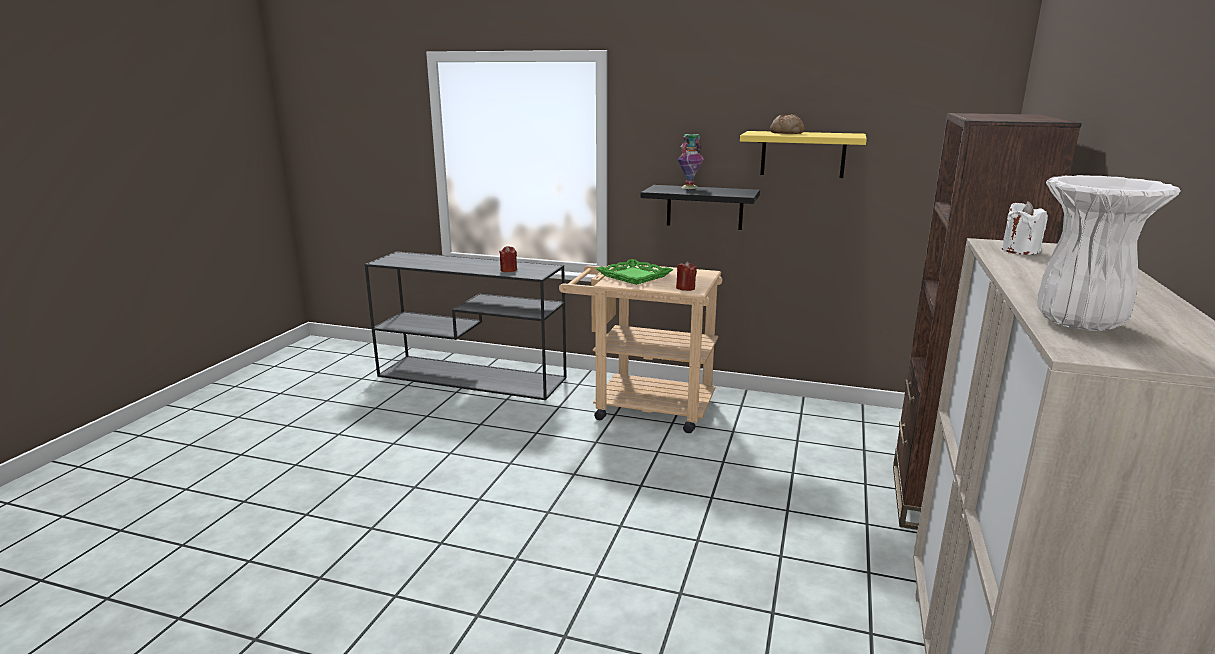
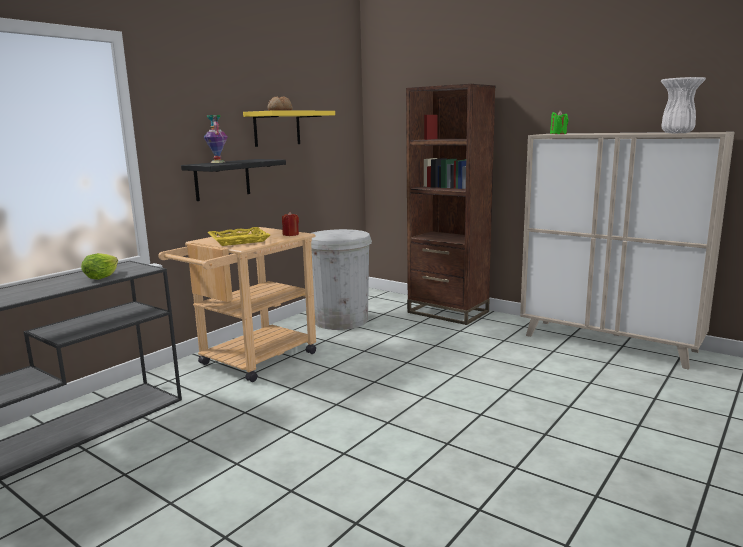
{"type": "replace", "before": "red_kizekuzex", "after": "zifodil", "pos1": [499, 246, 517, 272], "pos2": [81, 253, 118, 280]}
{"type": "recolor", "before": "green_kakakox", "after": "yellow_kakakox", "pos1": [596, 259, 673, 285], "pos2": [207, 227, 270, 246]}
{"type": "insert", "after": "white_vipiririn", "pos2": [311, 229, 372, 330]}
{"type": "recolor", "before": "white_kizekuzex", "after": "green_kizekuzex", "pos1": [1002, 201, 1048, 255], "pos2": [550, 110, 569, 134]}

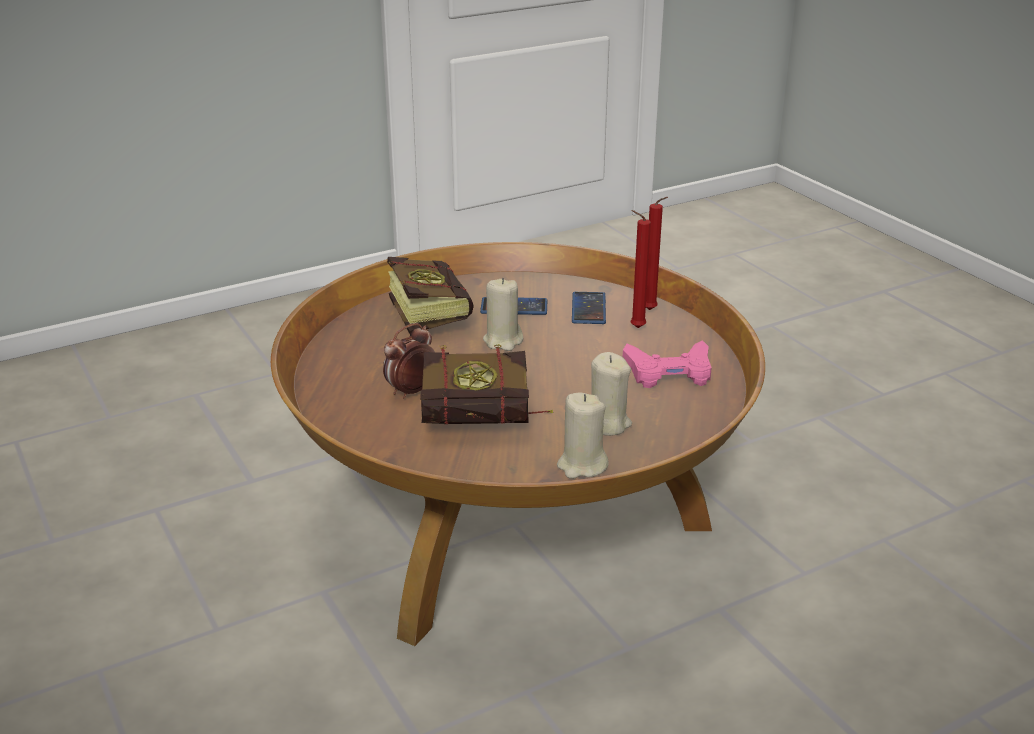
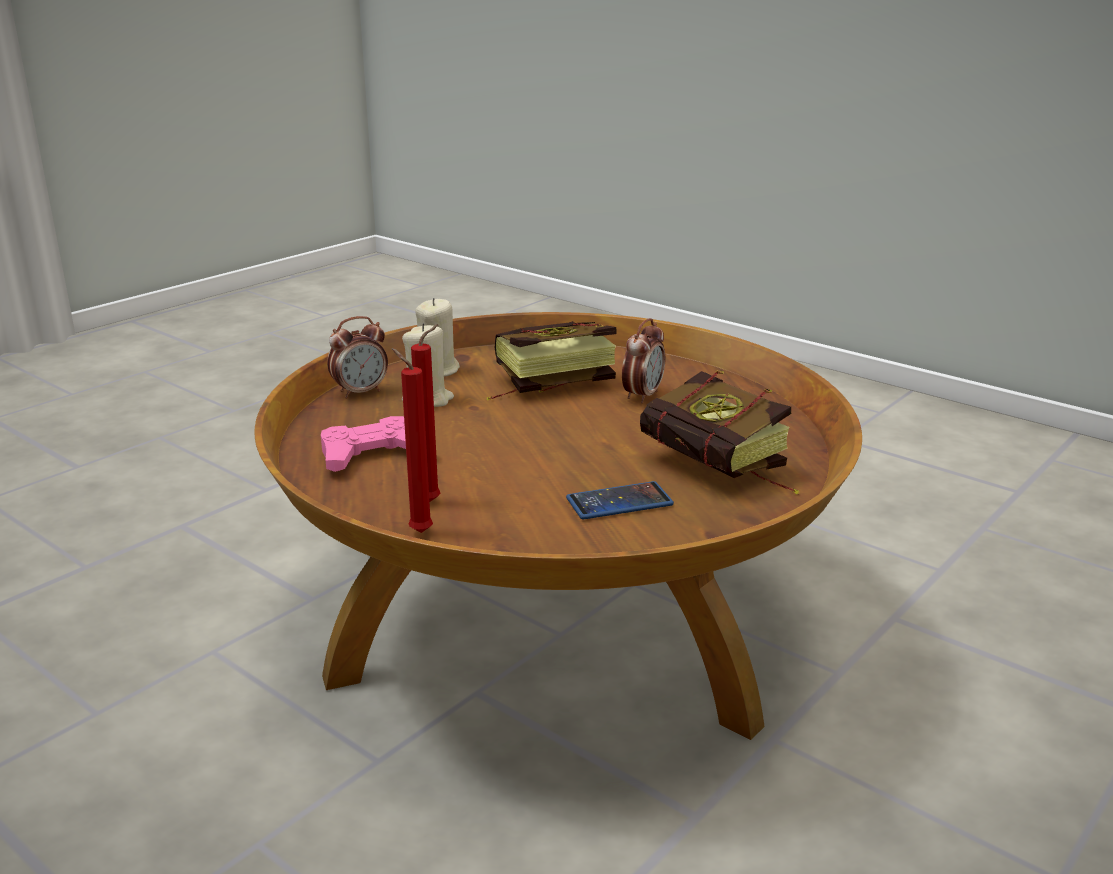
{"type": "insert", "after": "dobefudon", "pos2": [327, 316, 388, 399]}
{"type": "delete", "before": "beige_kizekuzex", "pos1": [483, 278, 523, 351]}
{"type": "delete", "before": "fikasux", "pos1": [572, 292, 606, 324]}

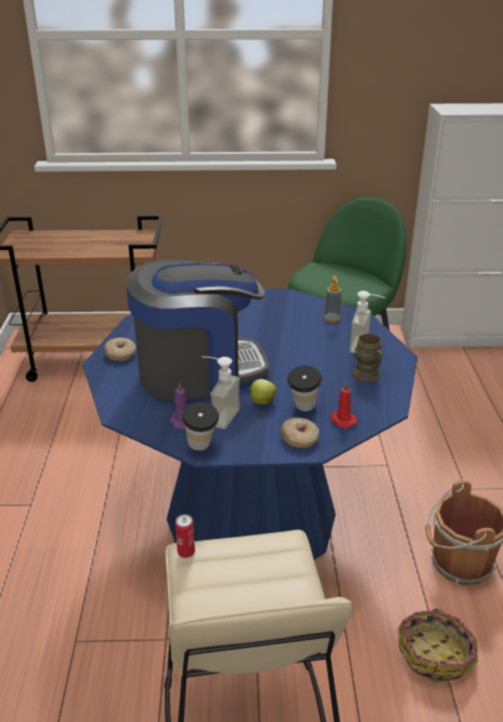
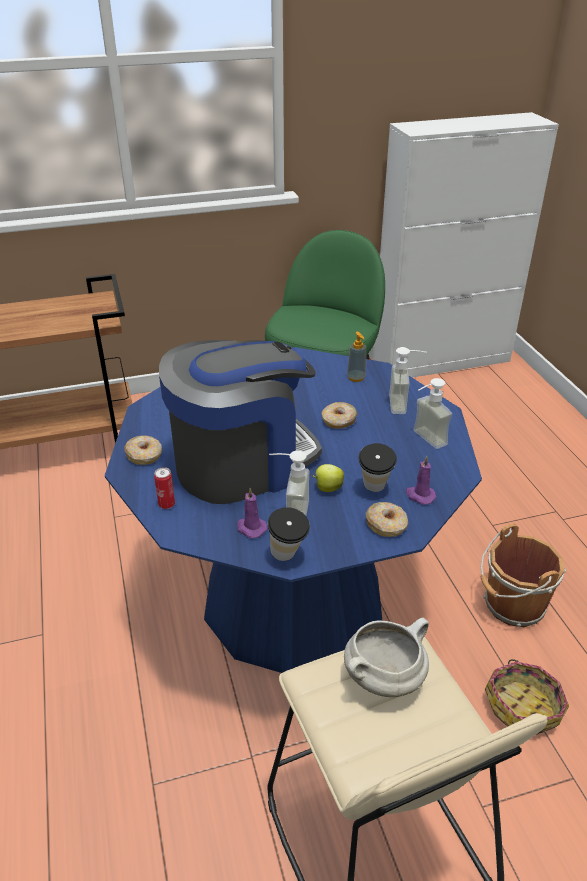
{"type": "move", "before": "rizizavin", "pos1": [175, 514, 195, 558], "pos2": [154, 467, 175, 509]}
{"type": "insert", "after": "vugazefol", "pos2": [322, 402, 357, 429]}
{"type": "insert", "after": "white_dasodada", "pos2": [344, 618, 429, 697]}
{"type": "recolor", "before": "red_kizekuzex", "after": "purple_kizekuzex", "pos1": [331, 381, 357, 428], "pos2": [405, 456, 436, 505]}
{"type": "replace", "before": "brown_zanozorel", "after": "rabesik", "pos1": [352, 334, 383, 382], "pos2": [413, 378, 452, 449]}

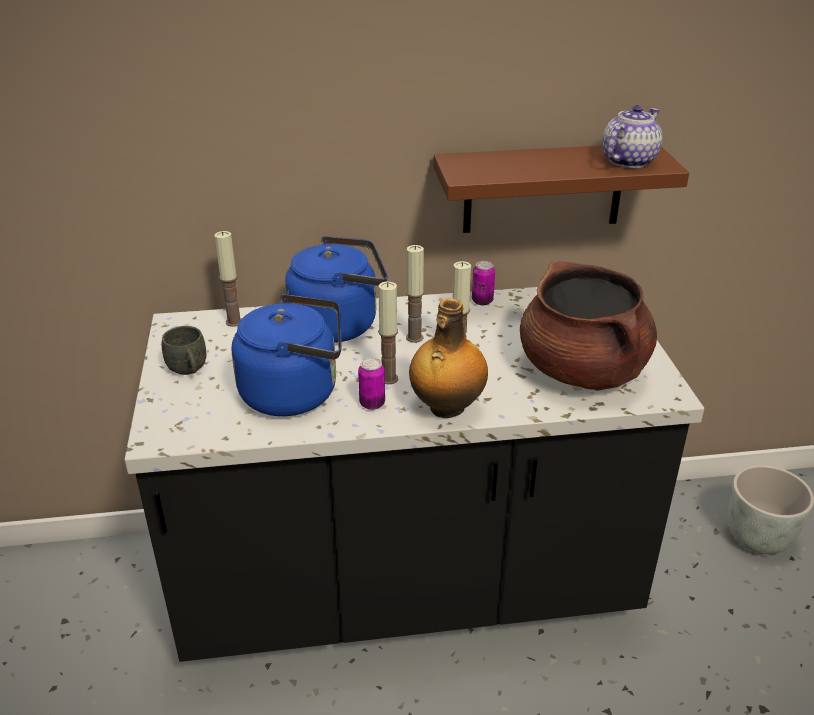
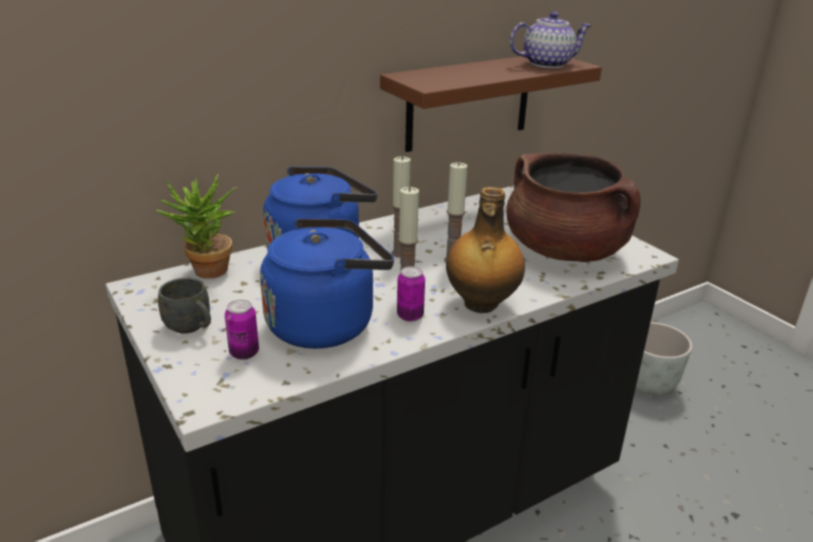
{"type": "replace", "before": "kizekuzex", "after": "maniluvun", "pos1": [214, 231, 241, 327], "pos2": [156, 173, 236, 279]}
{"type": "move", "before": "rizizavin", "pos1": [472, 261, 495, 305], "pos2": [225, 300, 259, 360]}
{"type": "rotate", "before": "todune", "pos1": [602, 105, 662, 168], "pos2": [510, 12, 592, 68], "turn": 60}

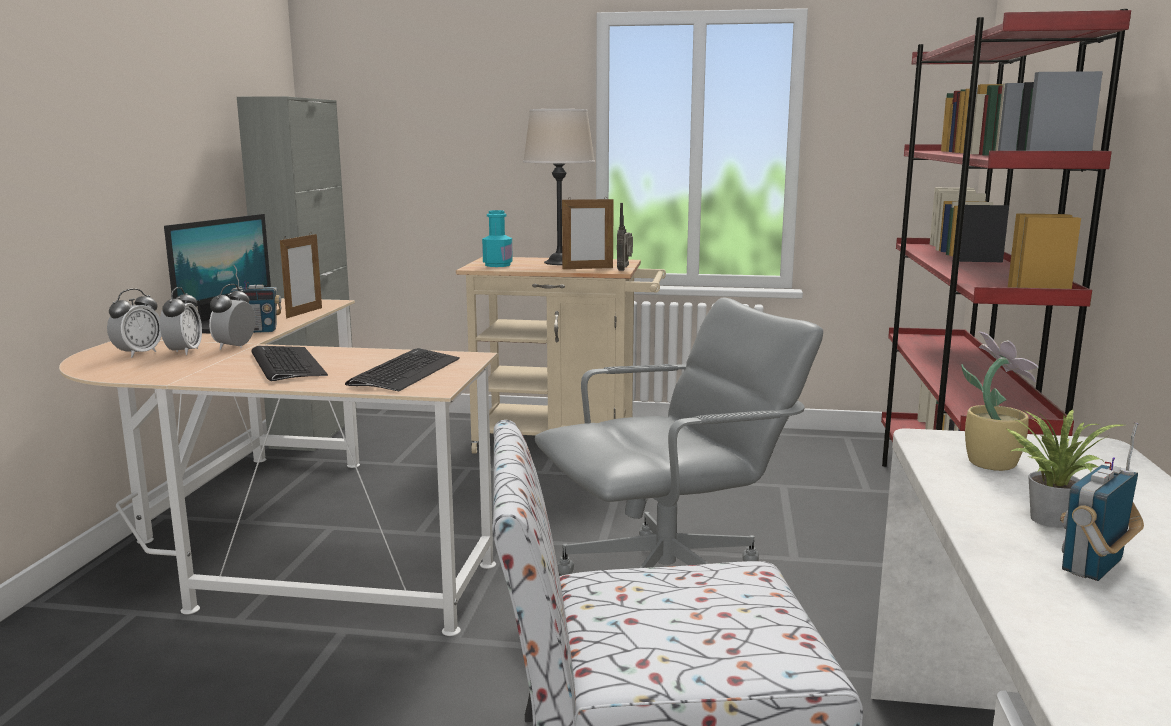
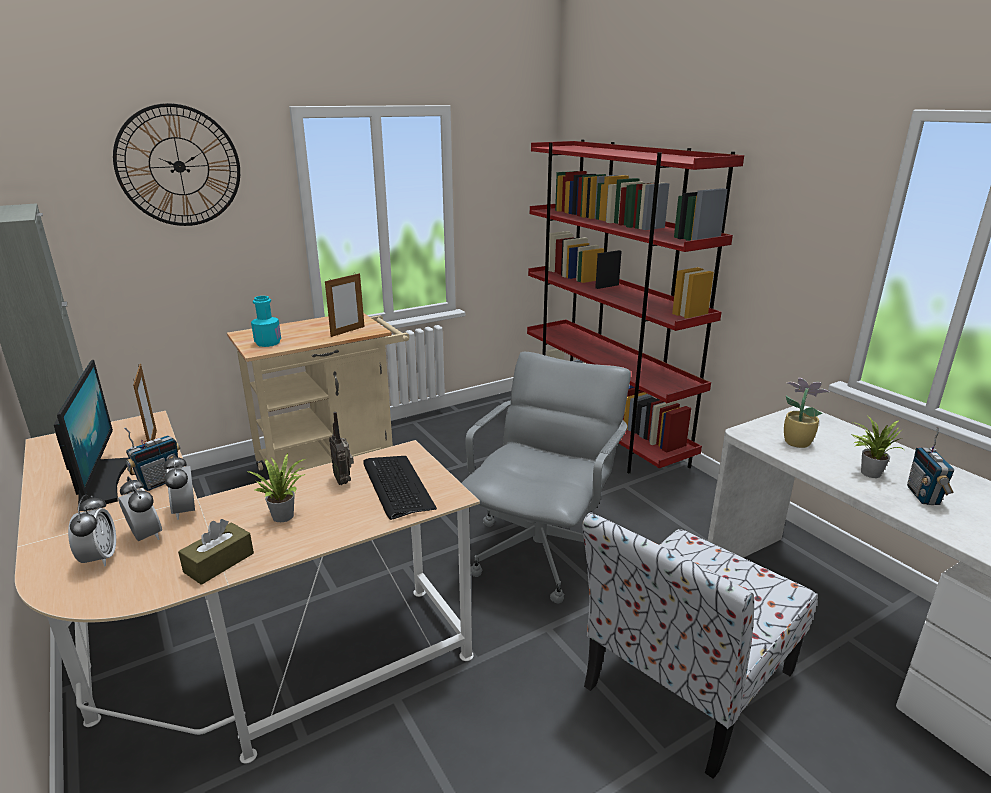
{"type": "insert", "after": "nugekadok", "pos2": [113, 103, 240, 226]}
{"type": "insert", "after": "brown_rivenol", "pos2": [178, 519, 254, 585]}
{"type": "replace", "before": "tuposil", "after": "maniluvun", "pos1": [251, 346, 328, 381], "pos2": [246, 453, 306, 522]}
{"type": "move", "before": "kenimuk", "pos1": [617, 203, 633, 271], "pos2": [329, 412, 354, 485]}
{"type": "delete", "before": "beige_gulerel", "pos1": [523, 109, 595, 265]}

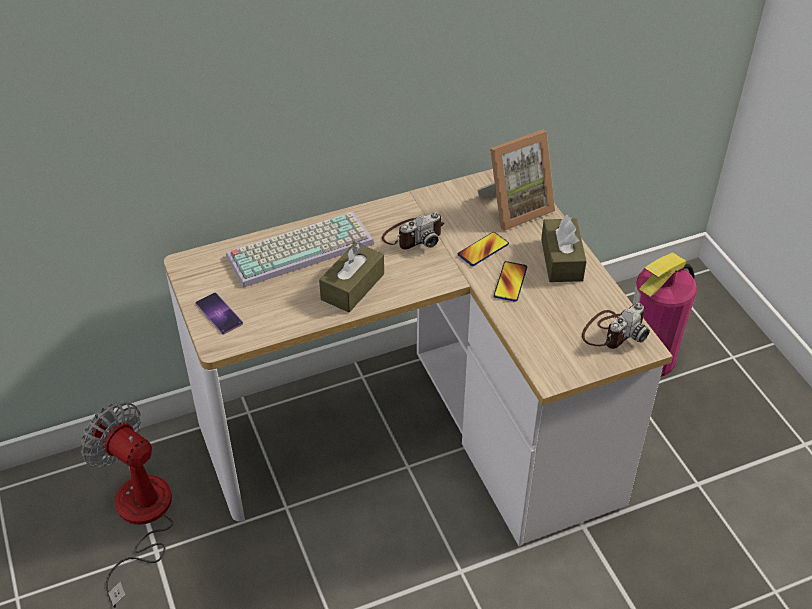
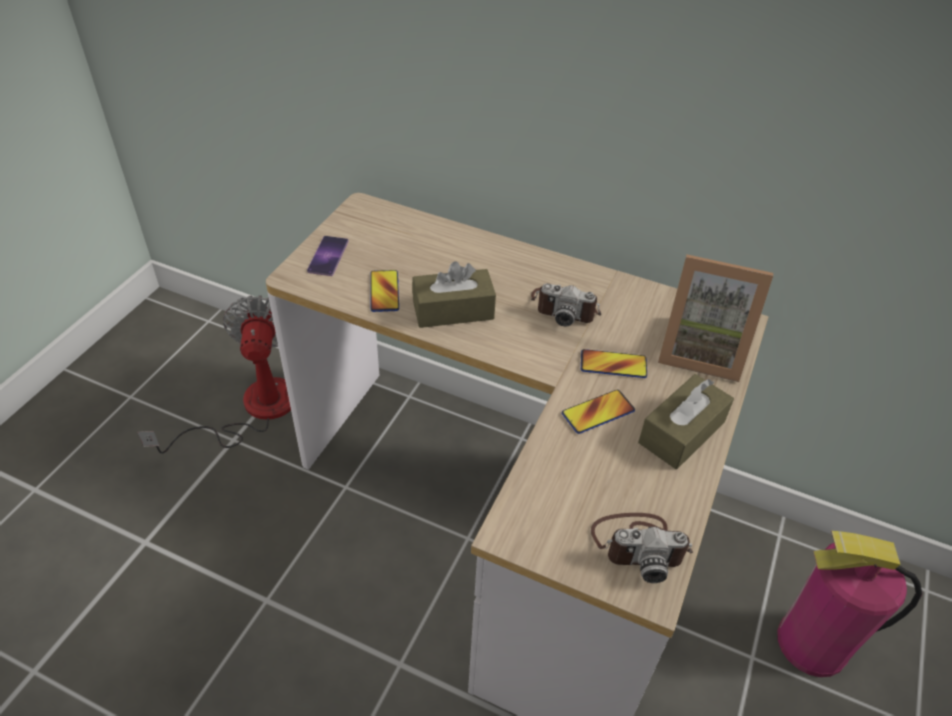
{"type": "insert", "after": "fikasux", "pos2": [370, 270, 399, 312]}
{"type": "delete", "before": "tuposil", "pos1": [226, 211, 374, 288]}

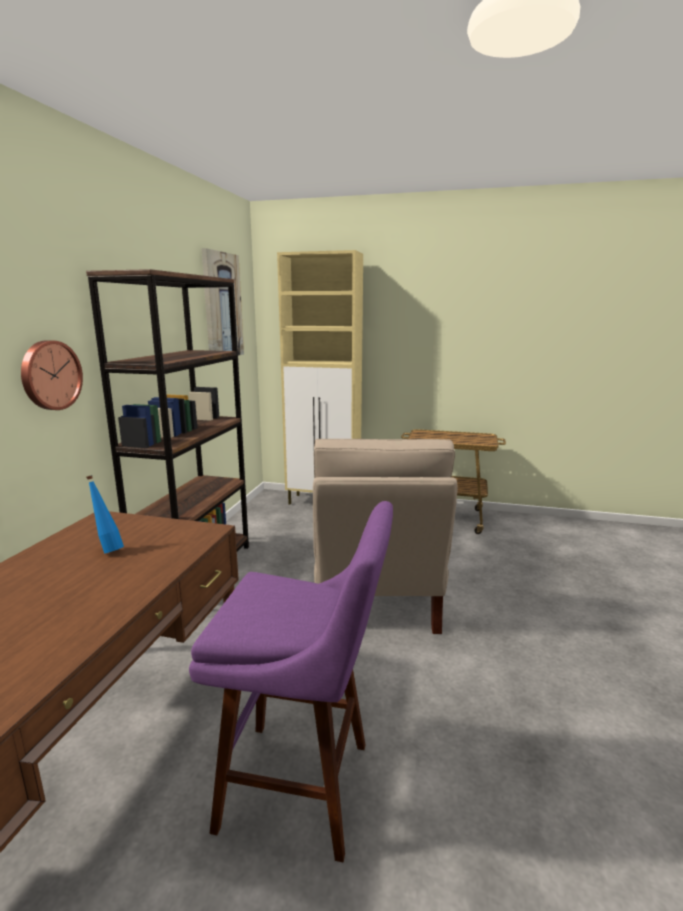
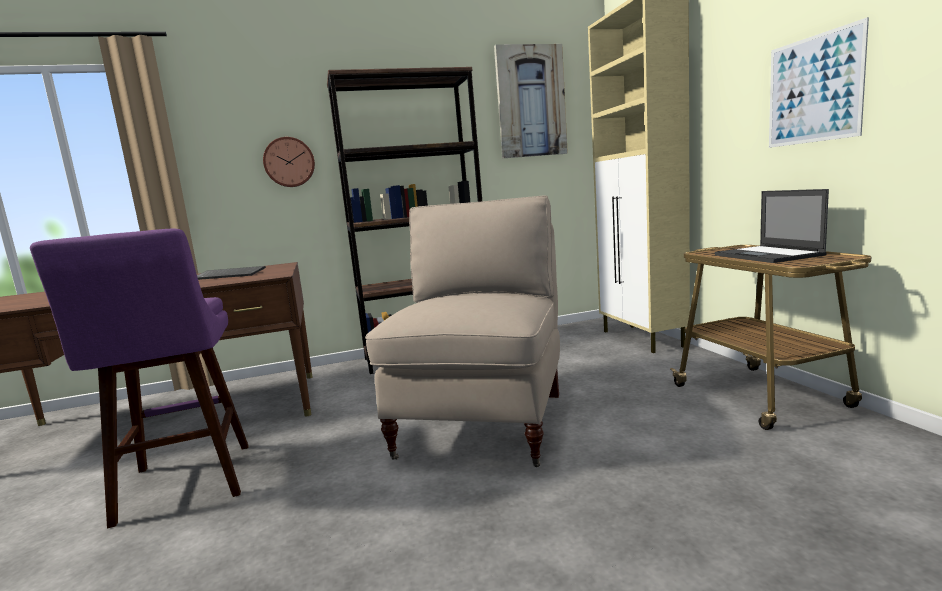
{"type": "replace", "before": "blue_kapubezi", "after": "tuposil", "pos1": [86, 475, 124, 554], "pos2": [197, 266, 266, 280]}
{"type": "rotate", "before": "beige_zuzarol", "pos1": [313, 439, 458, 634], "pos2": [365, 195, 560, 467], "turn": 135}
{"type": "insert", "after": "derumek", "pos2": [715, 189, 829, 263]}
{"type": "insert", "after": "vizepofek", "pos2": [769, 17, 869, 148]}

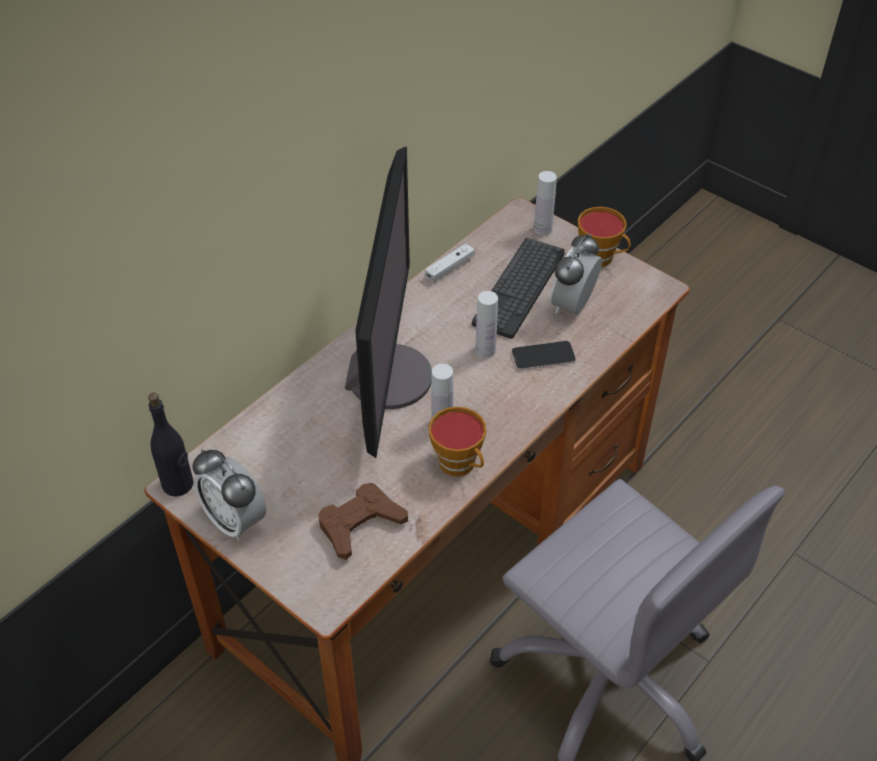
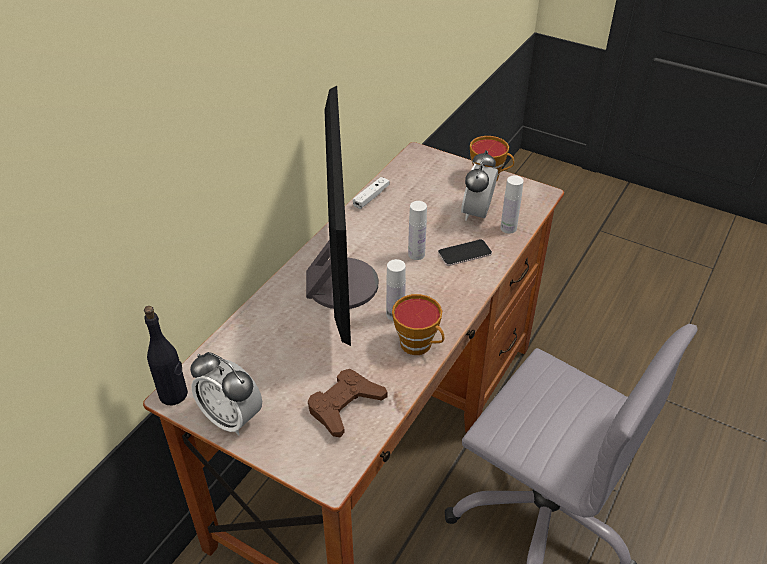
{"type": "move", "before": "white_kapubezi", "pos1": [534, 171, 557, 235], "pos2": [500, 176, 524, 234]}
{"type": "delete", "before": "tuposil", "pos1": [472, 238, 565, 339]}

